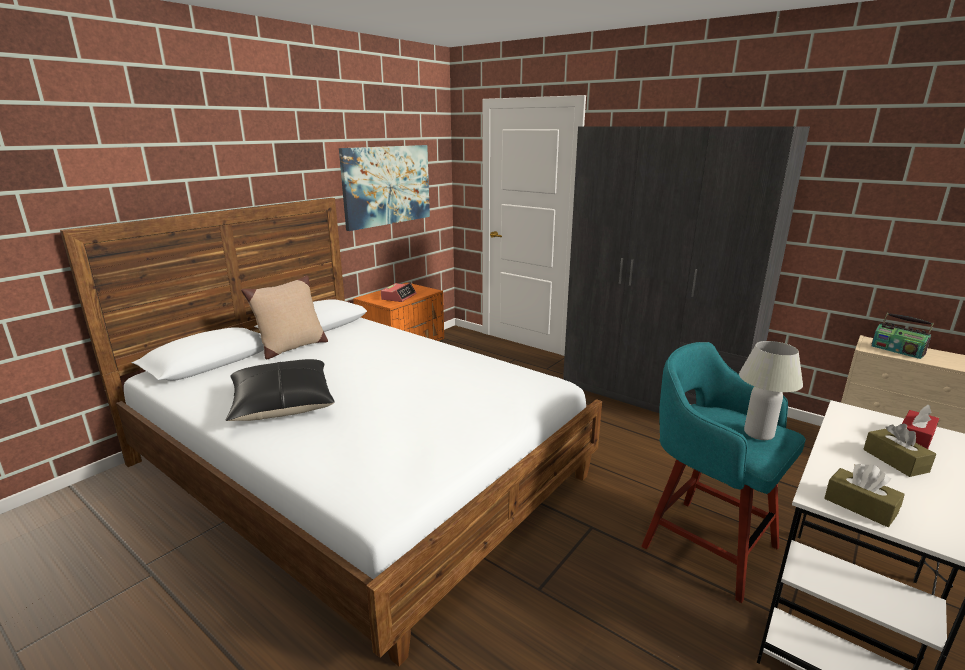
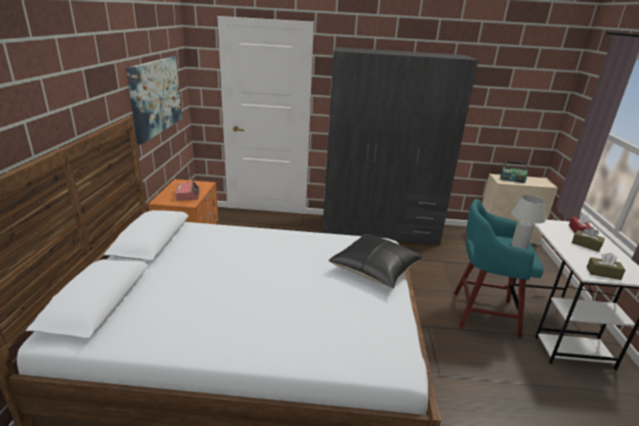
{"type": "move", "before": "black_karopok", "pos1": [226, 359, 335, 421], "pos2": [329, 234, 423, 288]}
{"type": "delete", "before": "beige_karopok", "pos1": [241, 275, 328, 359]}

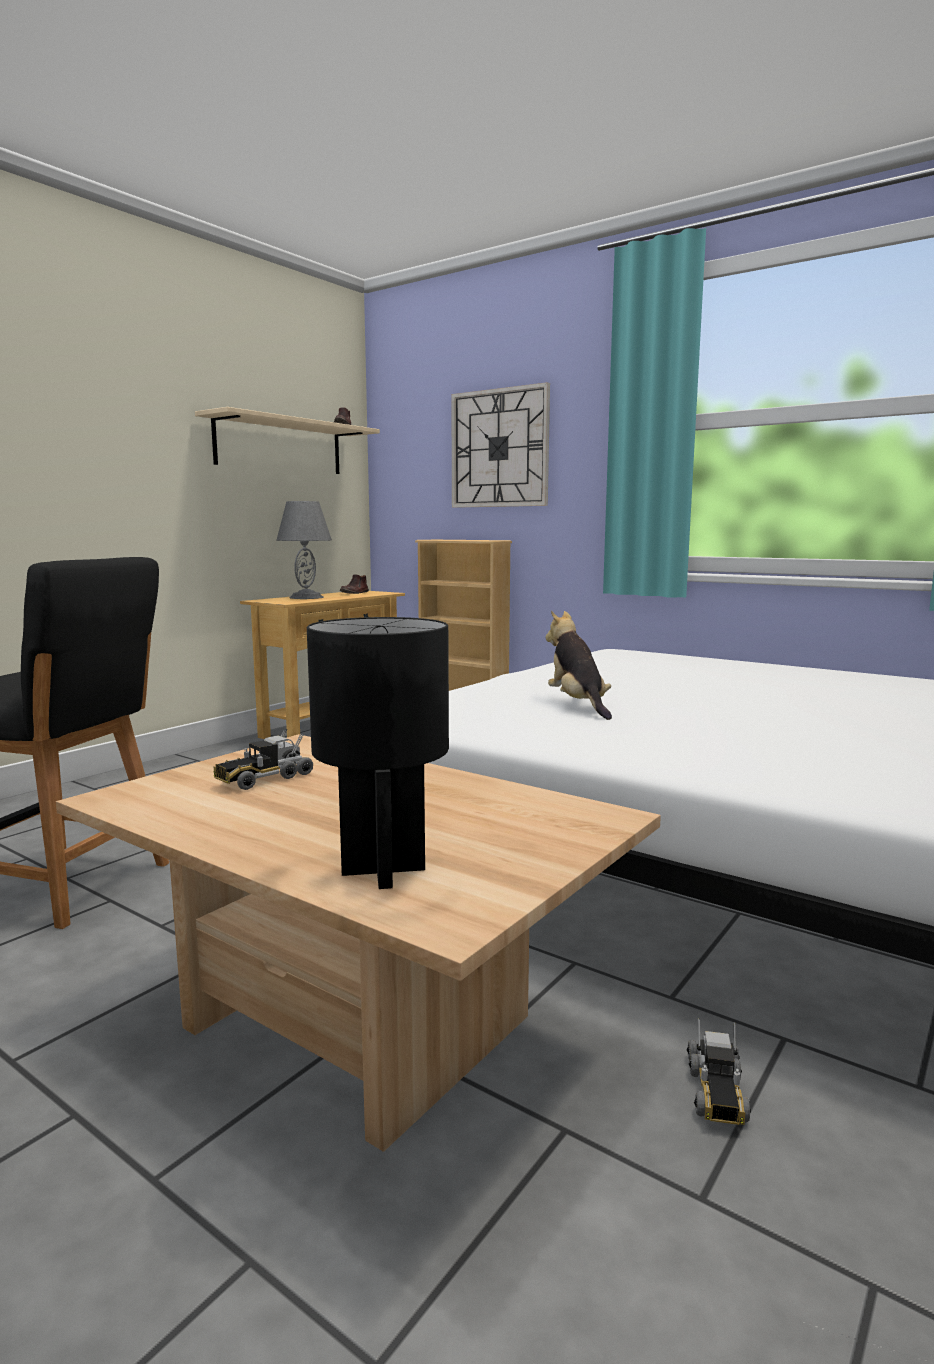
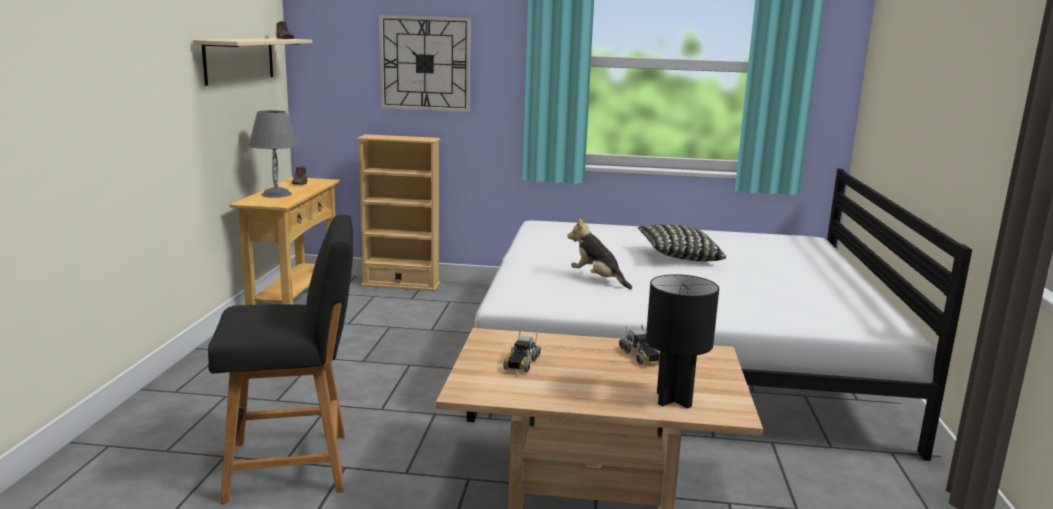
{"type": "move", "before": "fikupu", "pos1": [687, 1018, 751, 1125], "pos2": [619, 324, 660, 364]}
{"type": "insert", "after": "karopok", "pos2": [638, 224, 726, 261]}

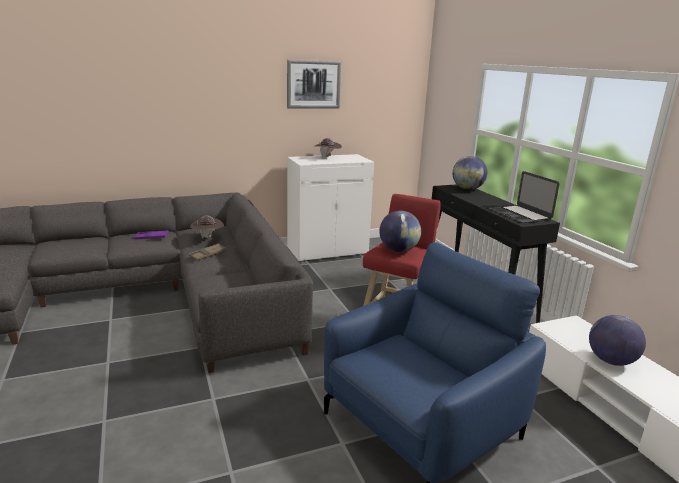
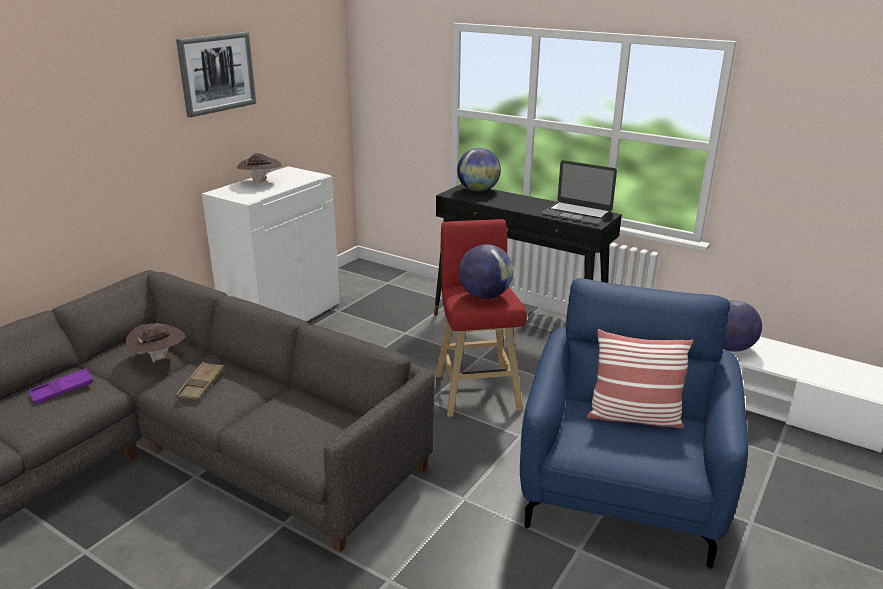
{"type": "insert", "after": "karopok", "pos2": [587, 329, 693, 428]}

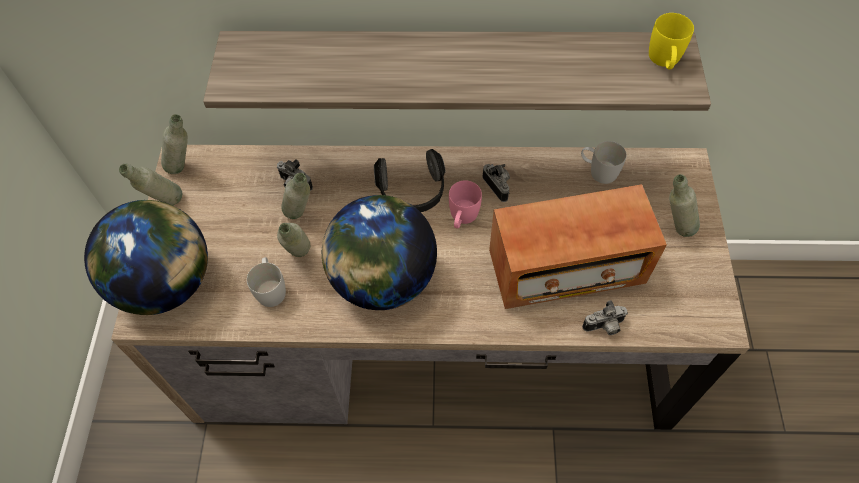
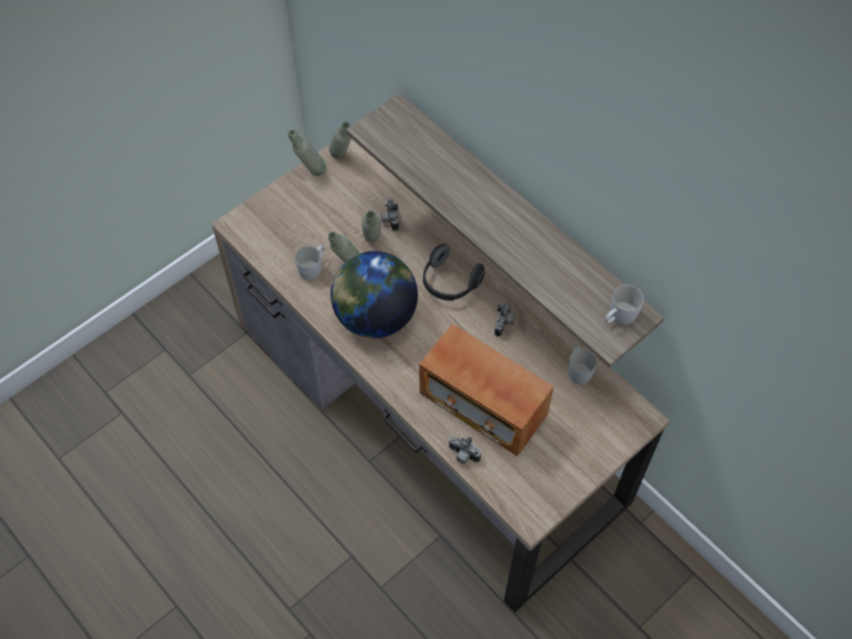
{"type": "recolor", "before": "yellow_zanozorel", "after": "white_zanozorel", "pos1": [649, 13, 694, 69], "pos2": [605, 285, 644, 325]}
{"type": "delete", "before": "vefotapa", "pos1": [84, 200, 208, 315]}
{"type": "delete", "before": "pink_zanozorel", "pos1": [449, 180, 482, 228]}
{"type": "delete", "before": "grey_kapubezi", "pos1": [669, 174, 700, 237]}

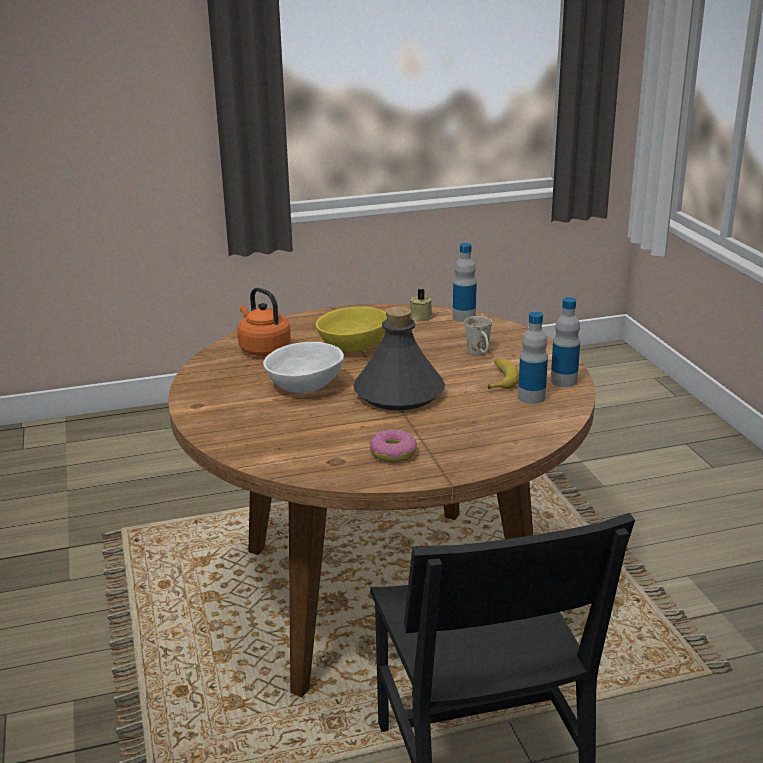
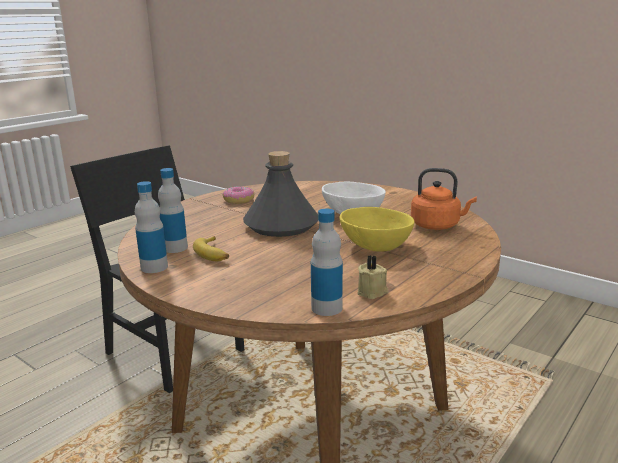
{"type": "delete", "before": "white_zanozorel", "pos1": [464, 316, 492, 355]}

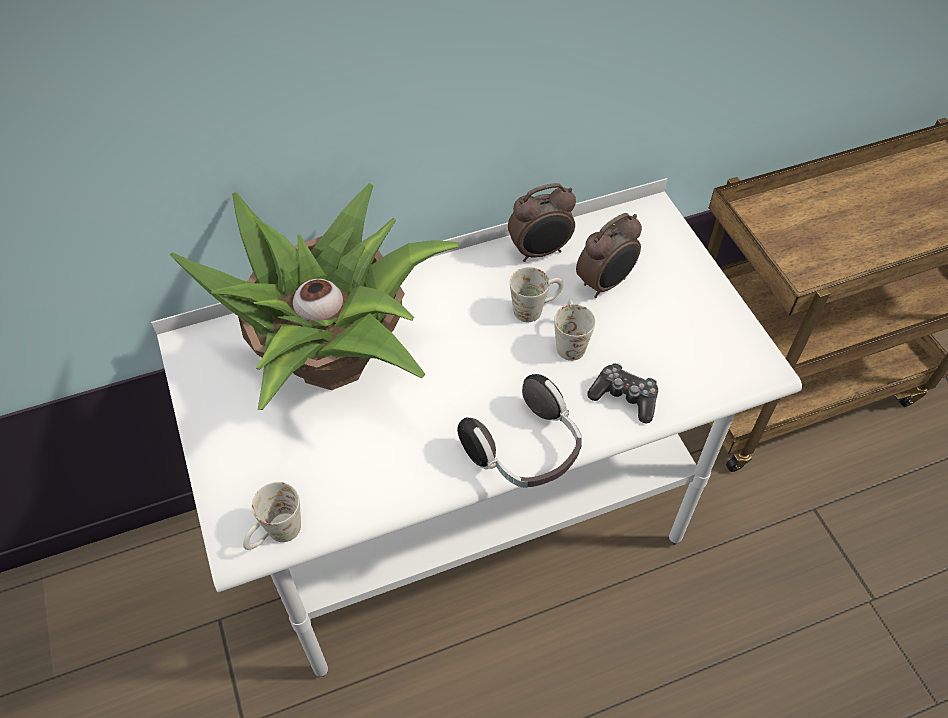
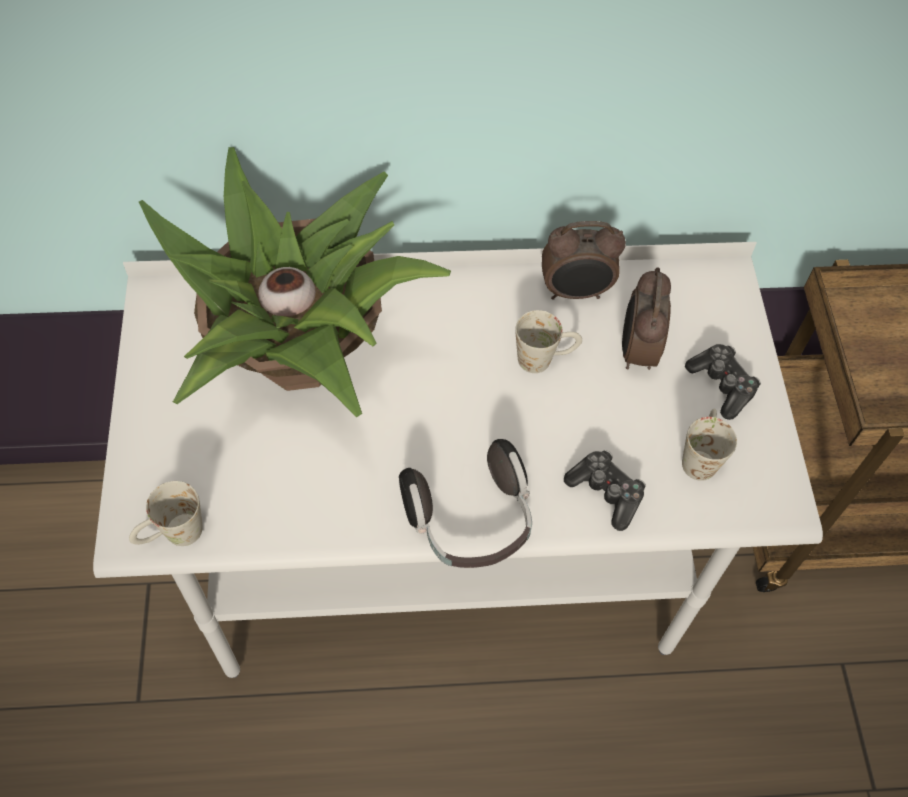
{"type": "rotate", "before": "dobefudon", "pos1": [576, 213, 642, 298], "pos2": [622, 267, 671, 370], "turn": 120}
{"type": "move", "before": "white_zanozorel", "pos1": [554, 300, 596, 361], "pos2": [682, 408, 737, 481]}
{"type": "insert", "after": "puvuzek", "pos2": [685, 344, 761, 420]}

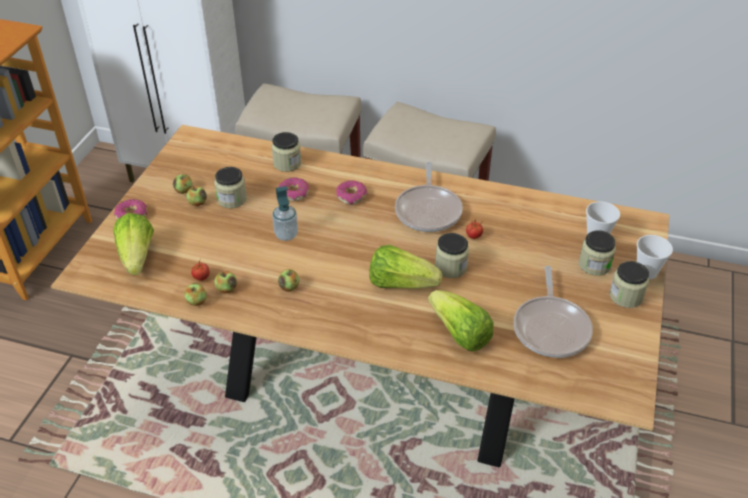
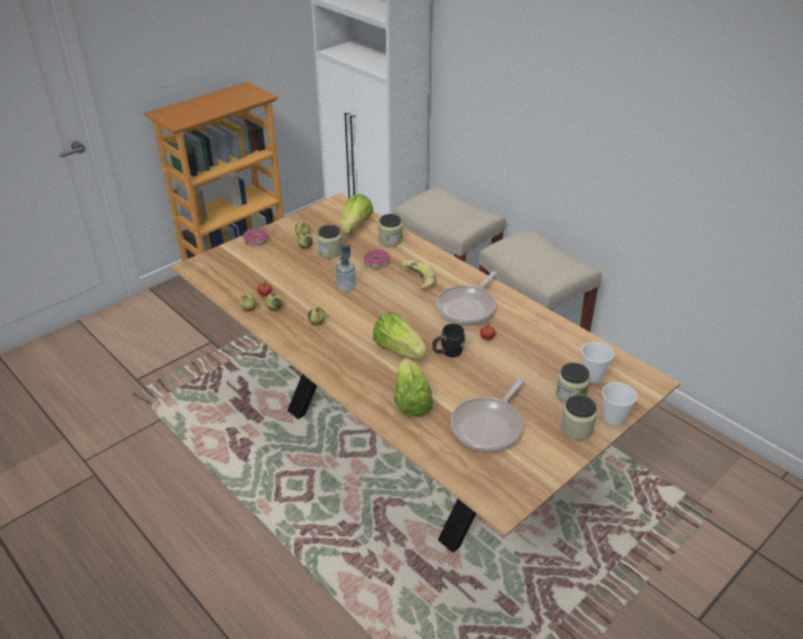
{"type": "move", "before": "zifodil", "pos1": [113, 213, 154, 275], "pos2": [341, 194, 373, 233]}
{"type": "replace", "before": "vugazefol", "after": "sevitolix", "pos1": [336, 180, 368, 205], "pos2": [400, 260, 436, 290]}
{"type": "replace", "before": "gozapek", "after": "black_zanozorel", "pos1": [435, 233, 469, 278], "pos2": [432, 324, 465, 357]}

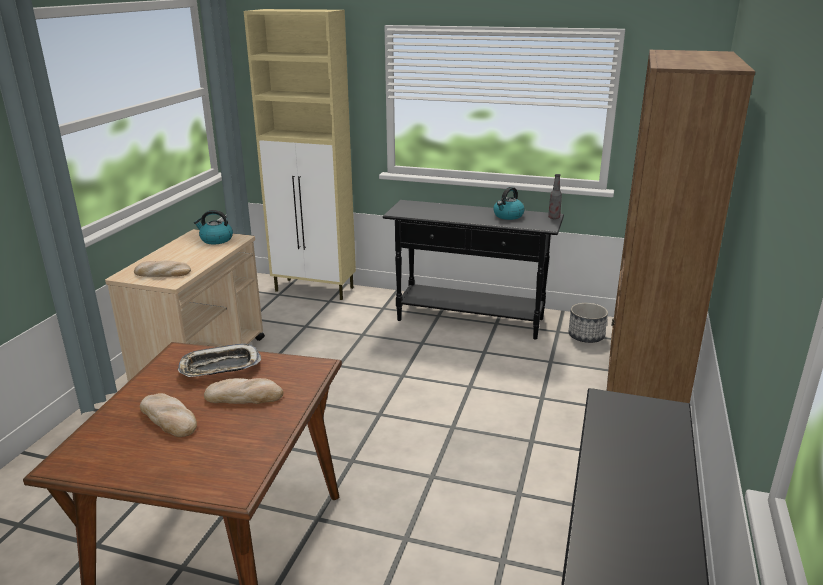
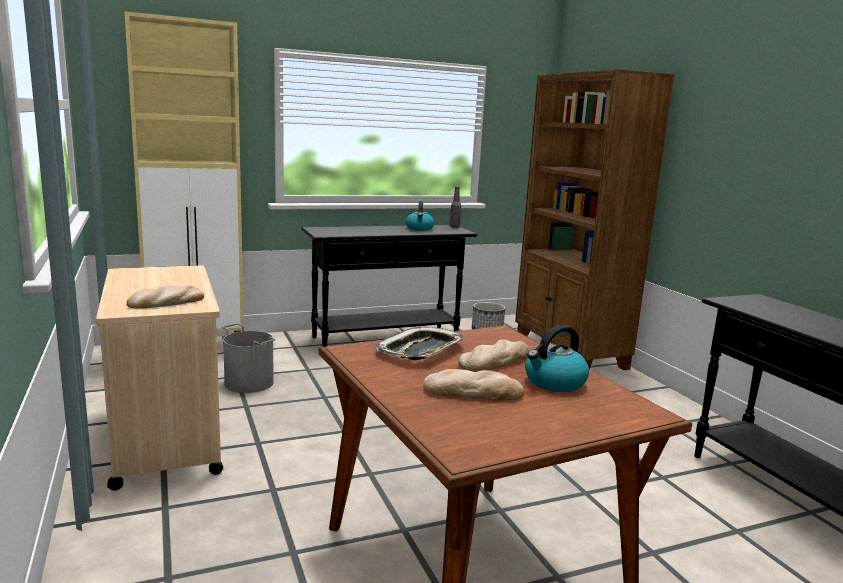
{"type": "insert", "after": "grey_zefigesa", "pos2": [222, 323, 276, 393]}
{"type": "move", "before": "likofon", "pos1": [194, 210, 233, 244], "pos2": [525, 325, 589, 392]}

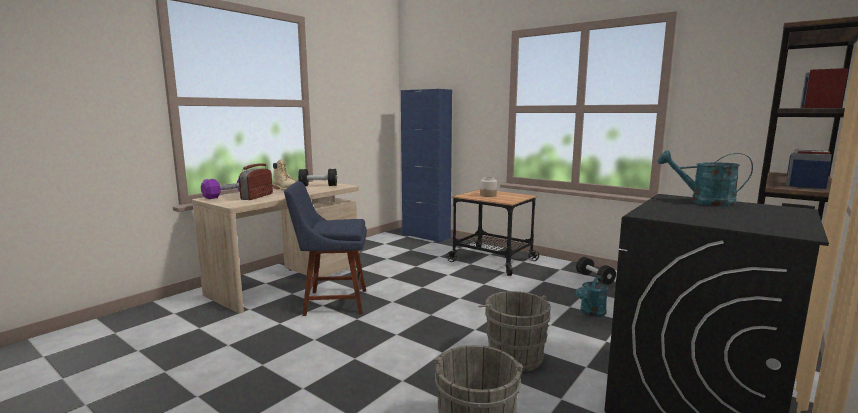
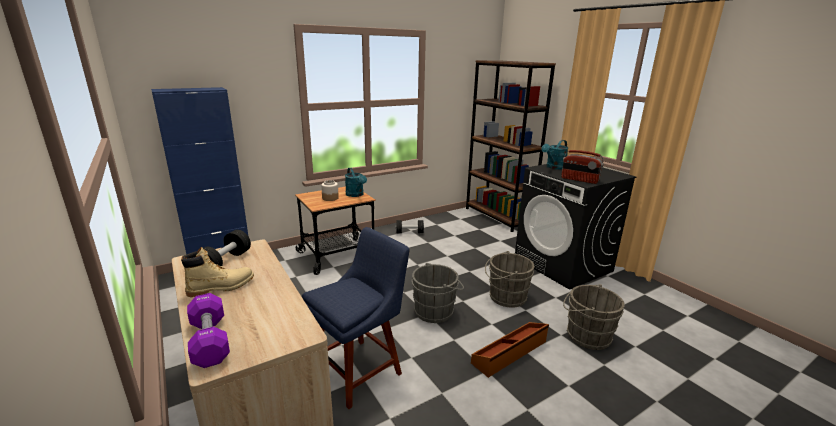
{"type": "rotate", "before": "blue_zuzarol", "pos1": [284, 181, 367, 316], "pos2": [302, 227, 409, 409], "turn": -150}
{"type": "move", "before": "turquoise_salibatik", "pos1": [576, 275, 608, 317], "pos2": [345, 168, 367, 197]}
{"type": "insert", "after": "grey_zefigesa", "pos2": [412, 263, 464, 323]}
{"type": "insert", "after": "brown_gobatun", "pos2": [471, 322, 549, 378]}
{"type": "move", "before": "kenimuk", "pos1": [239, 164, 273, 200], "pos2": [561, 150, 604, 184]}

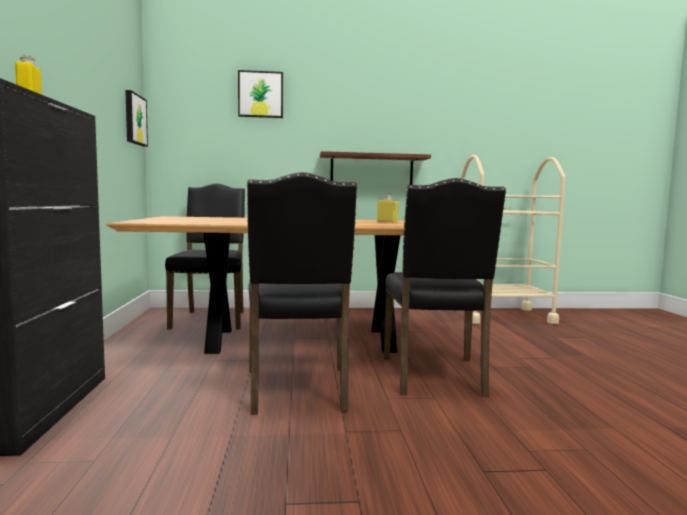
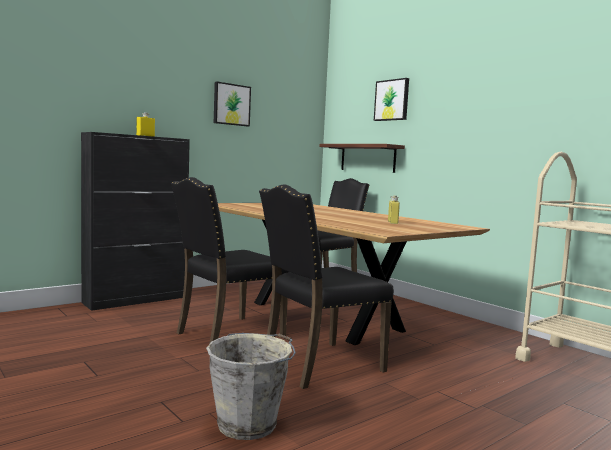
{"type": "insert", "after": "grey_zefigesa", "pos2": [206, 333, 296, 440]}
{"type": "move", "before": "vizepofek", "pos1": [125, 90, 148, 147], "pos2": [214, 81, 251, 127]}
{"type": "move", "before": "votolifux", "pos1": [320, 151, 431, 185], "pos2": [319, 144, 405, 173]}

